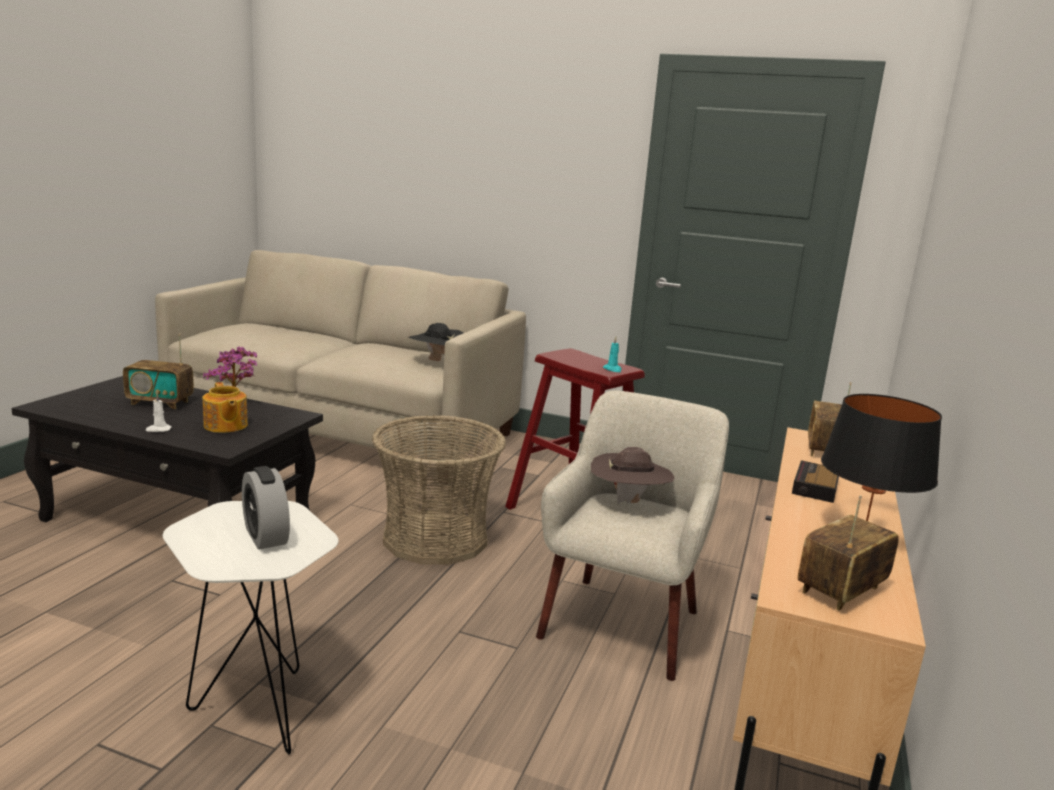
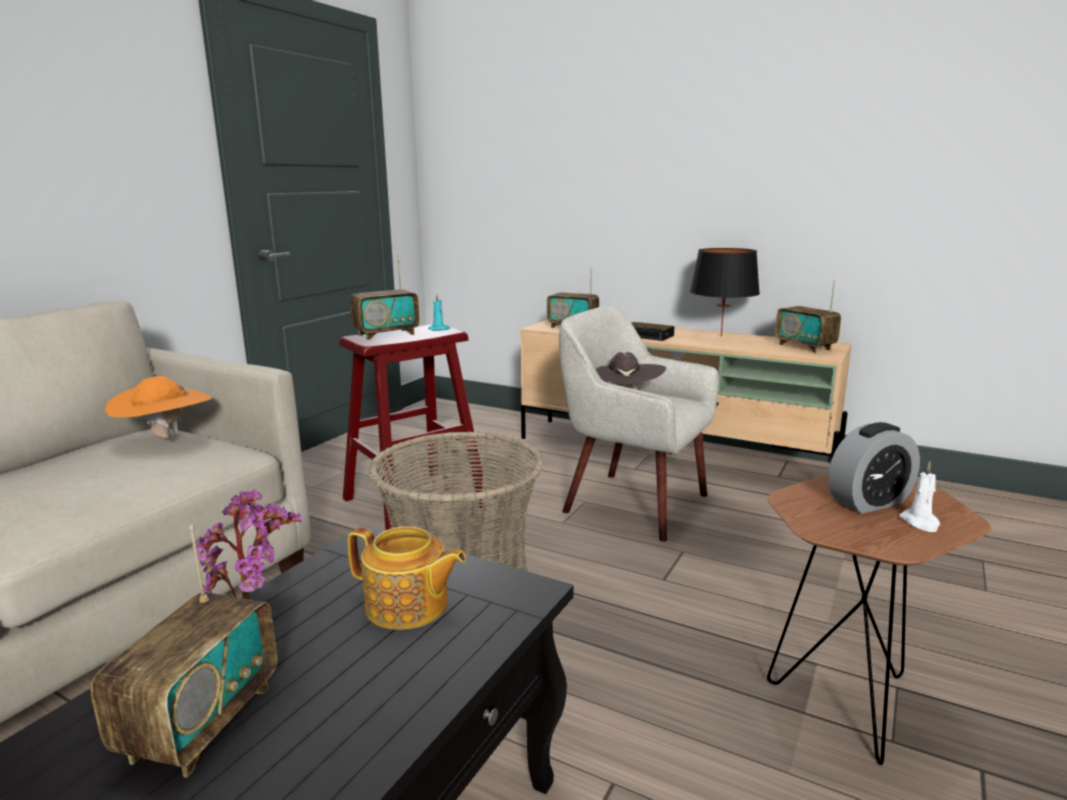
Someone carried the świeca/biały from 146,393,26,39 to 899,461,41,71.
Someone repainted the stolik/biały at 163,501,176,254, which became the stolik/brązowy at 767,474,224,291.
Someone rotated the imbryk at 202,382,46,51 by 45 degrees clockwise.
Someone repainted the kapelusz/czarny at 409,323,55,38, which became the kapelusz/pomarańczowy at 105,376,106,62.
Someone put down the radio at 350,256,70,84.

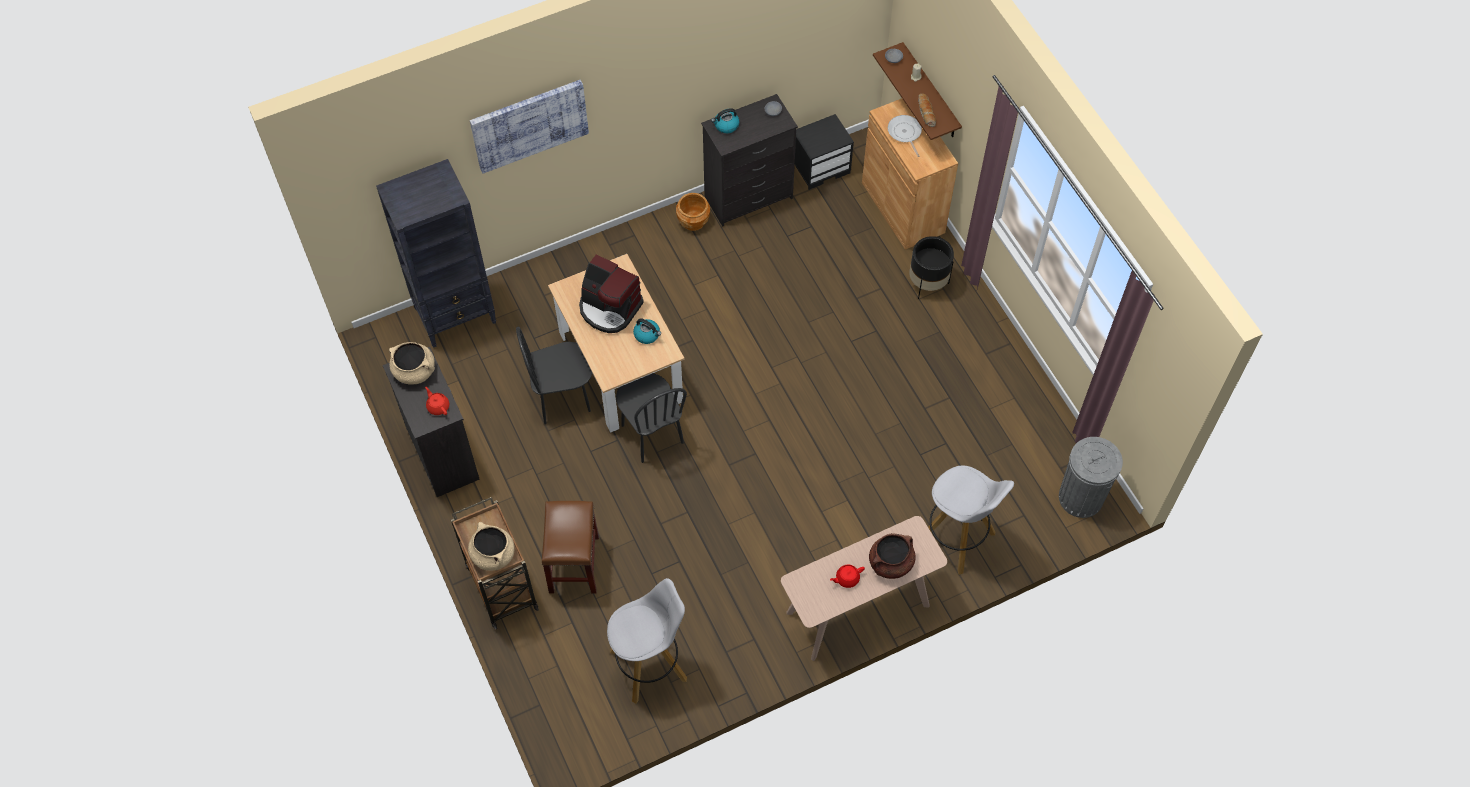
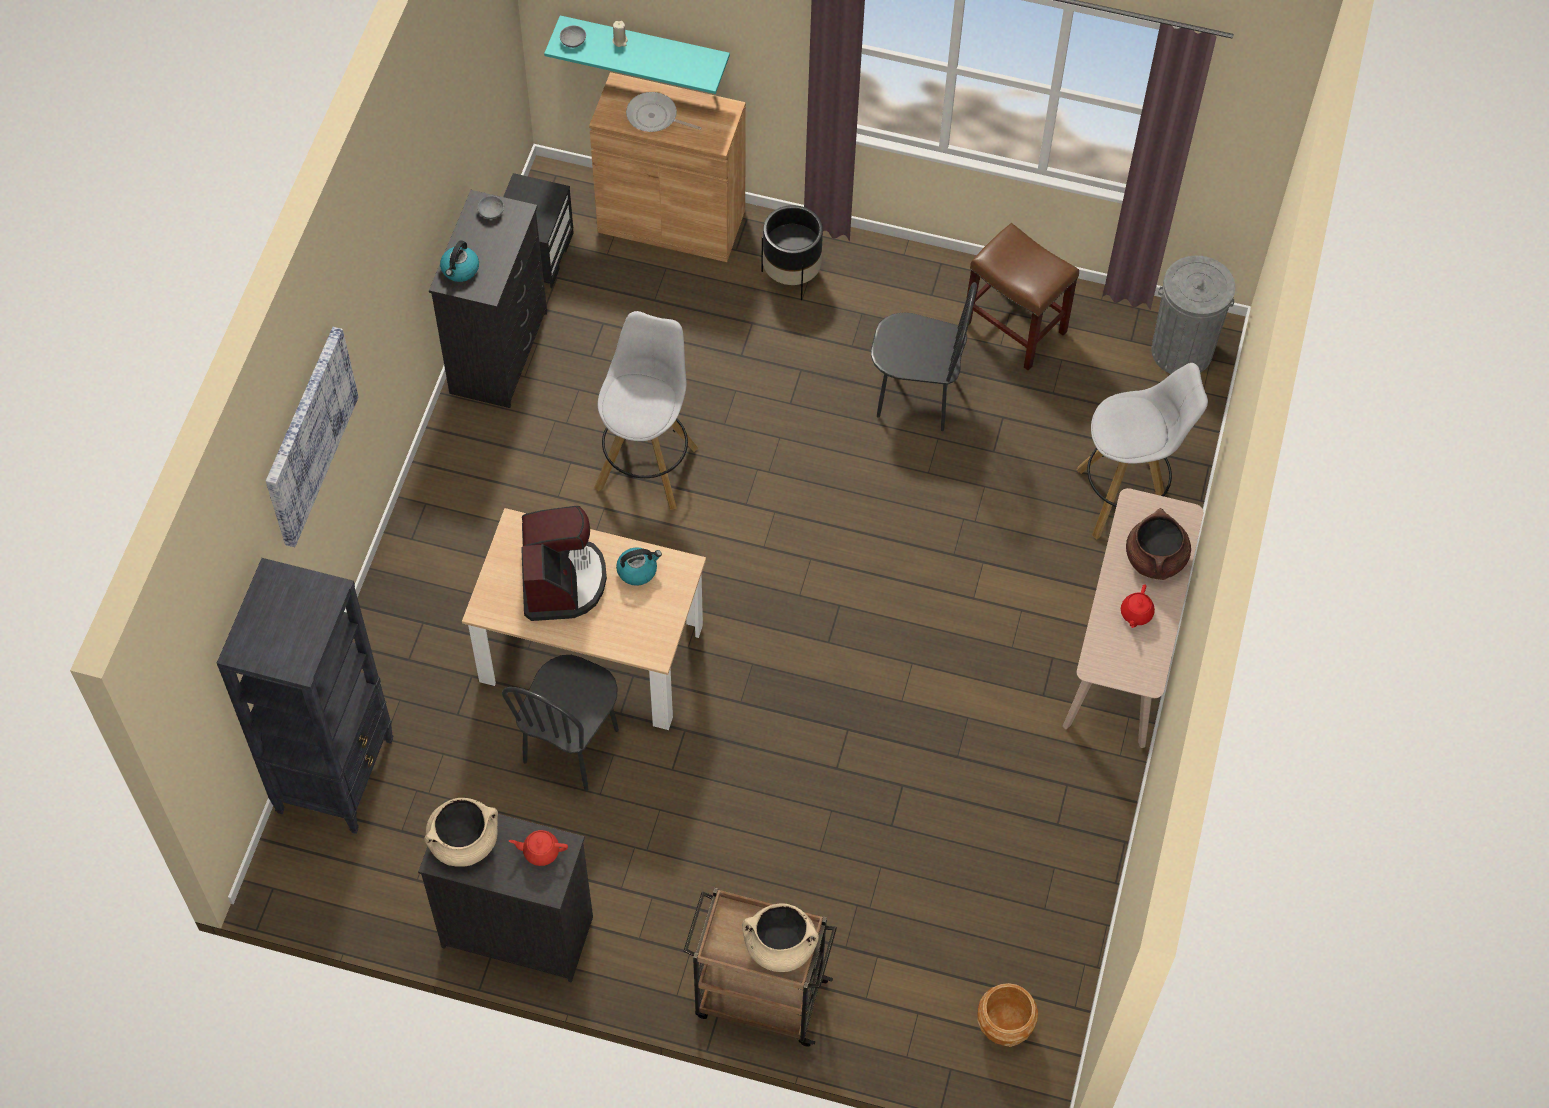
Someone carried the stołek/brązowy from 542,501,57,93 to 967,223,112,148.
Someone rotated the ekspres do kawy at 579,254,65,79 by 75 degrees counterclockwise.
Someone carried the stołek/biały from 607,578,80,126 to 595,311,104,199.
Someone carried the krzesło/czarny from 616,373,71,90 to 871,282,106,149.
Someone carried the donica/brązowy from 676,193,34,38 to 977,983,61,64.
Someone repainted the półka/brązowy at 873,42,89,98, which became the półka/turkusowy at 544,15,186,79.
Someone took away the chleb at 918,93,18,34.

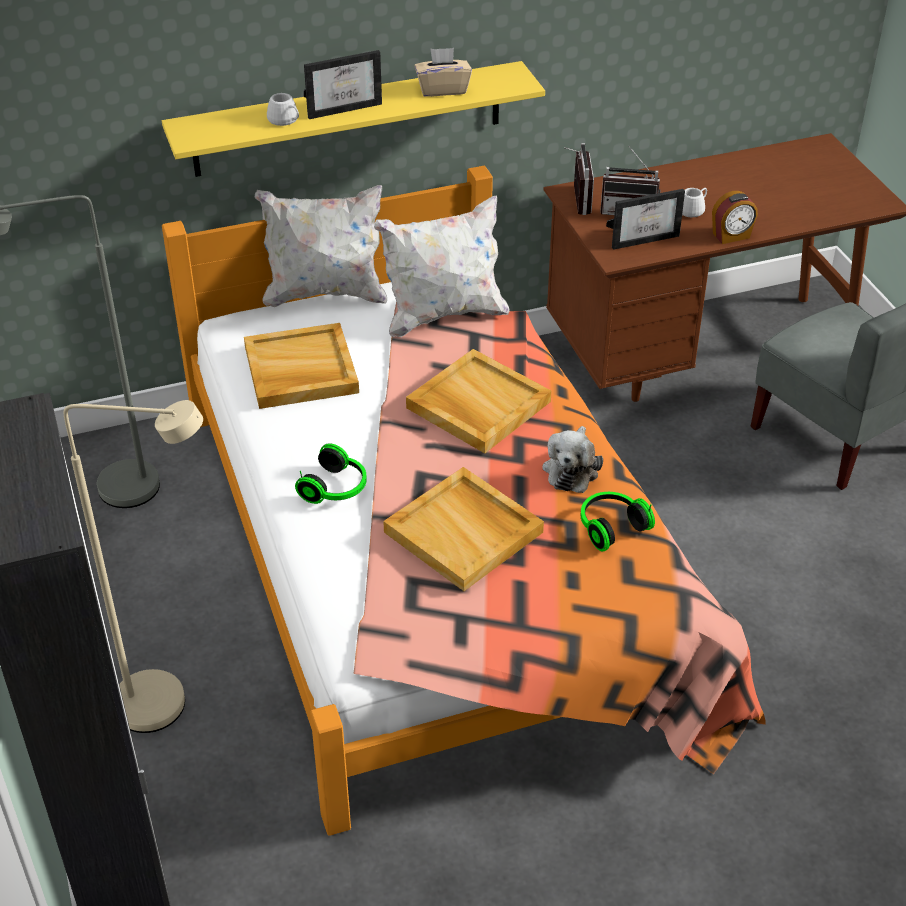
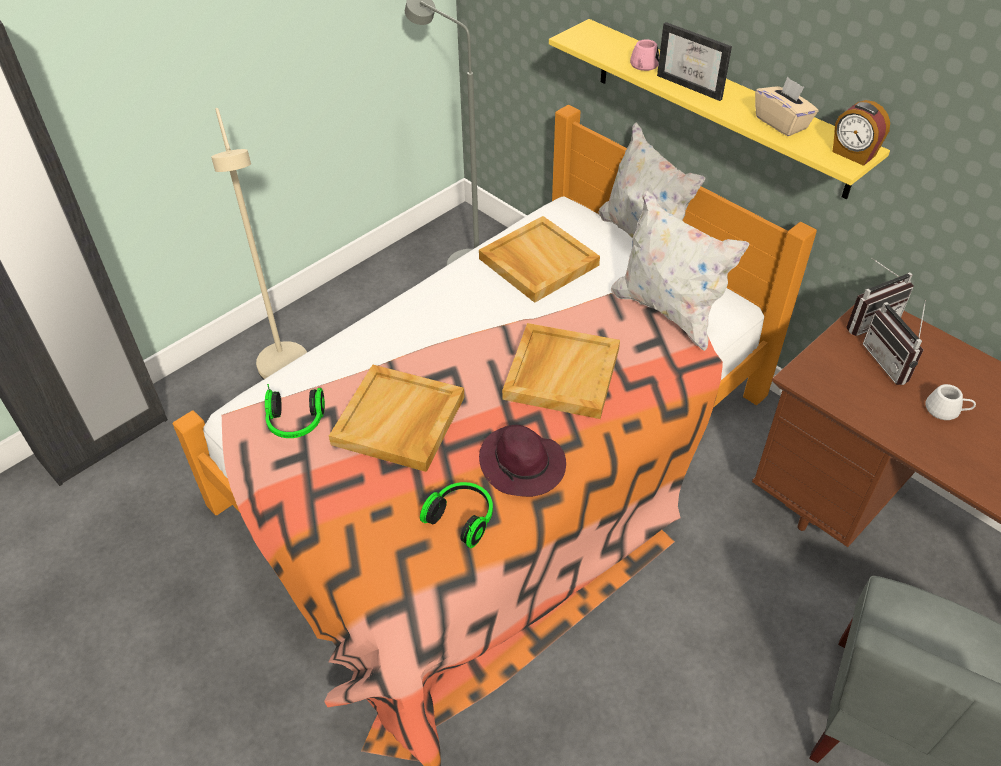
Someone repainted the kubek/biały at 267,93,32,33, which became the kubek/różowy at 630,39,29,32.
Someone carried the słuchawki from 295,443,72,61 to 265,384,60,54.
Someone swapped the pluszak at 542,426,61,67 for the kapelusz/fioletowy at 479,425,87,72.
Someone took away the ramka na zdjęcie at 606,189,79,61.
Someone carried the budzik from 712,191,46,53 to 833,100,57,66.

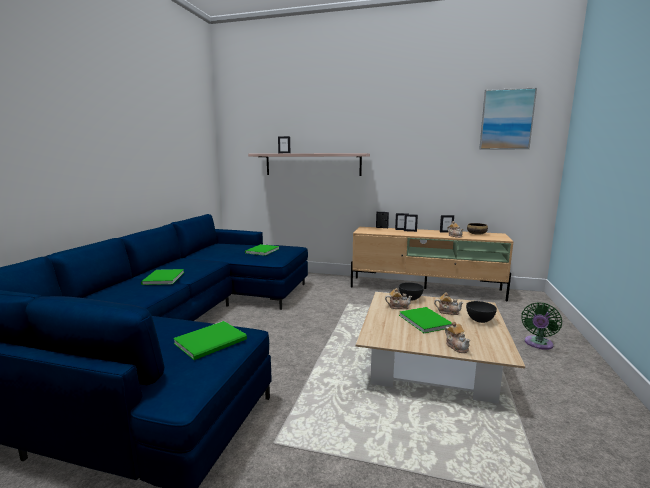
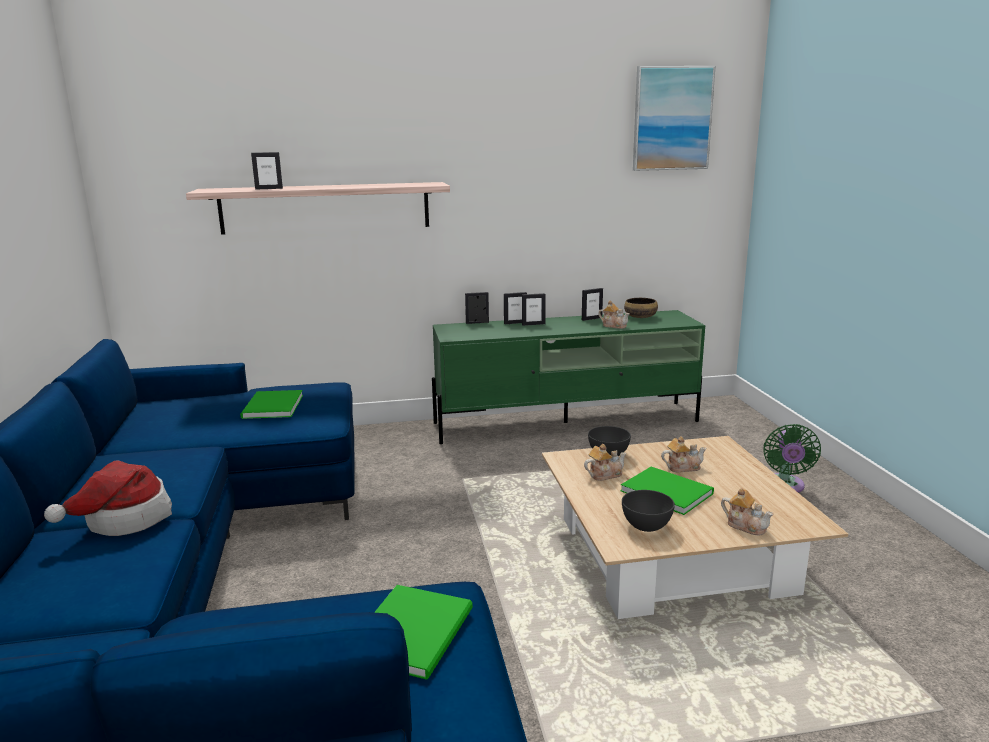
Someone swapped the książka/zielony at 141,269,43,16 for the kapelusz at 44,460,128,76.
Someone repainted the szafka pod telewizor/beżowy at 351,227,162,74, which became the szafka pod telewizor/zielony at 432,310,273,134.
Someone carried the miska/szary from 466,301,31,22 to 622,490,53,42.

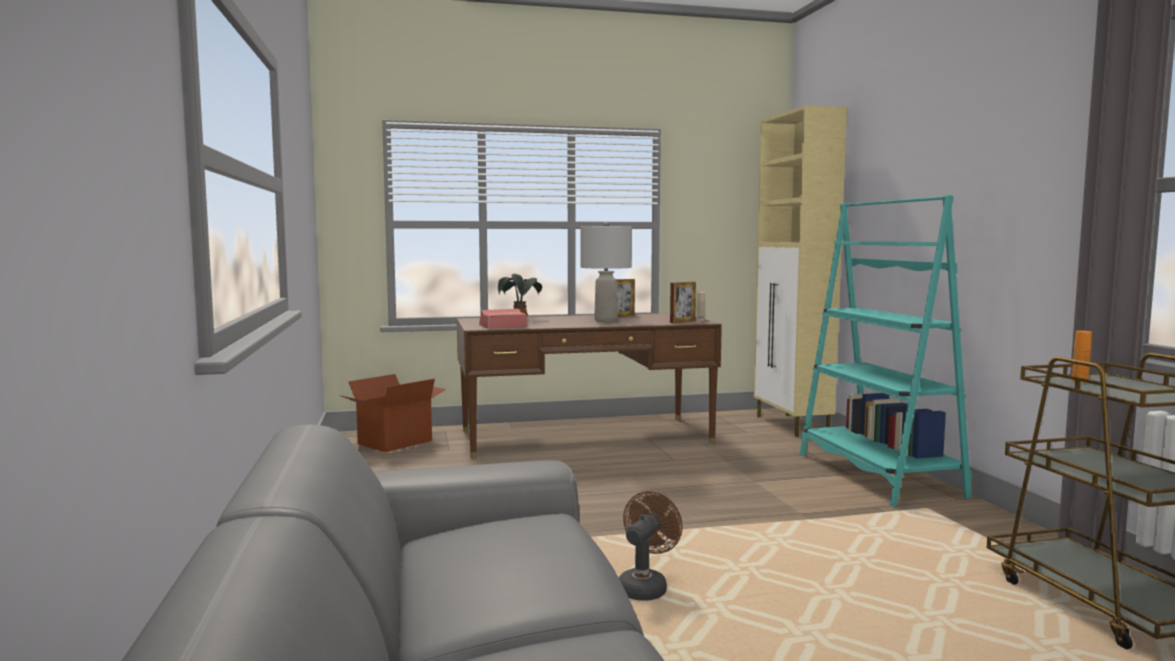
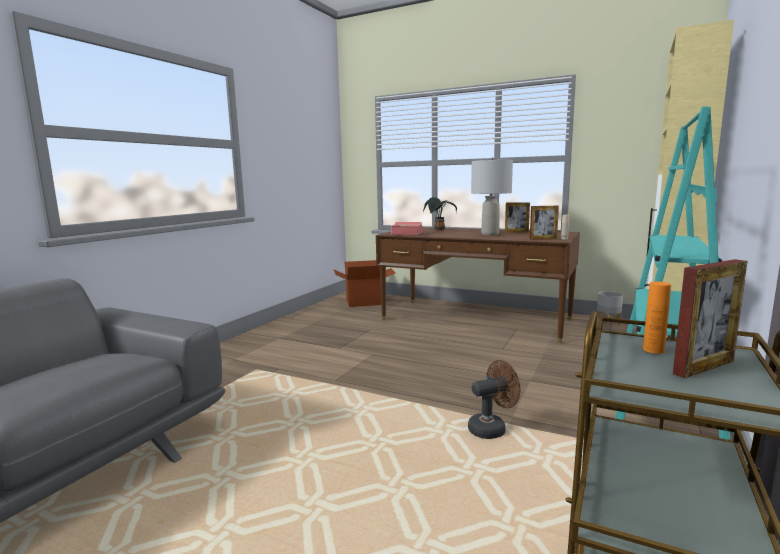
Someone carried the wentylator/brązowy from 619,491,64,109 to 468,360,52,79.
Someone put down the donica/szary at 597,291,26,36.
Someone put down the ramka na zdjęcie at 673,259,74,119.

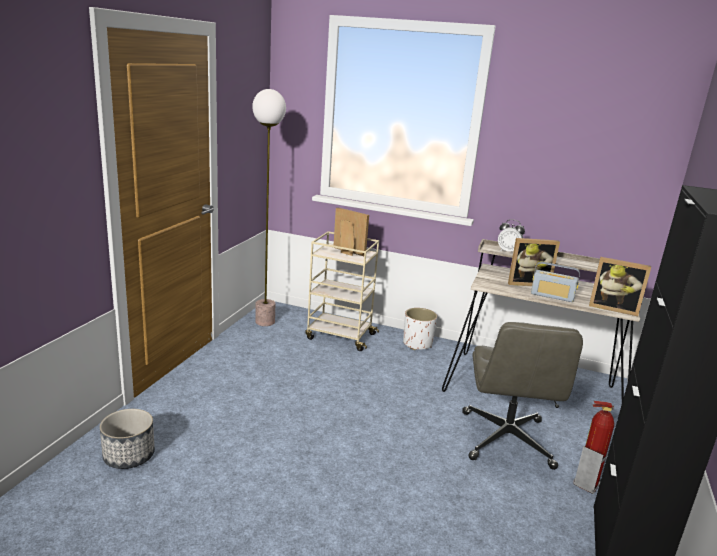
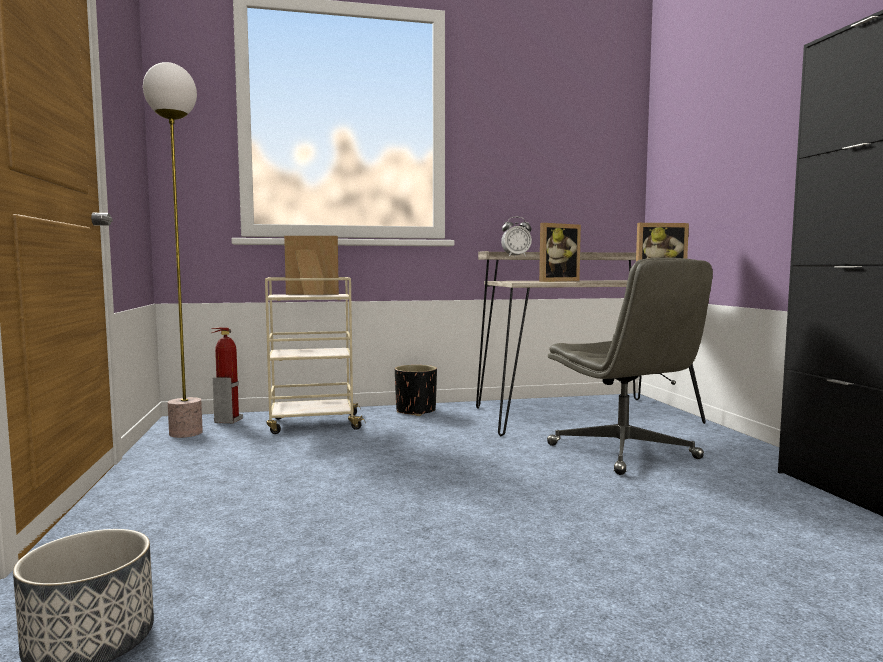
Someone repainted the donica/biały at 403,308,34,42, which became the donica/czarny at 395,365,42,51.
Someone took away the radio at 531,262,49,40.
Someone carried the gaśnica from 573,401,41,93 to 211,327,32,97.

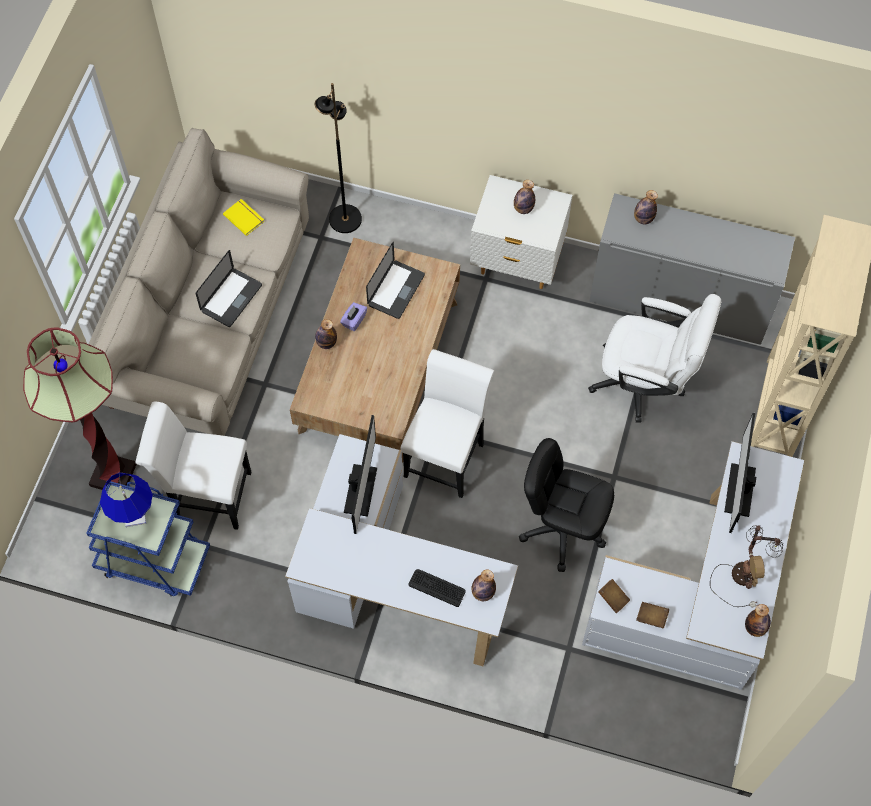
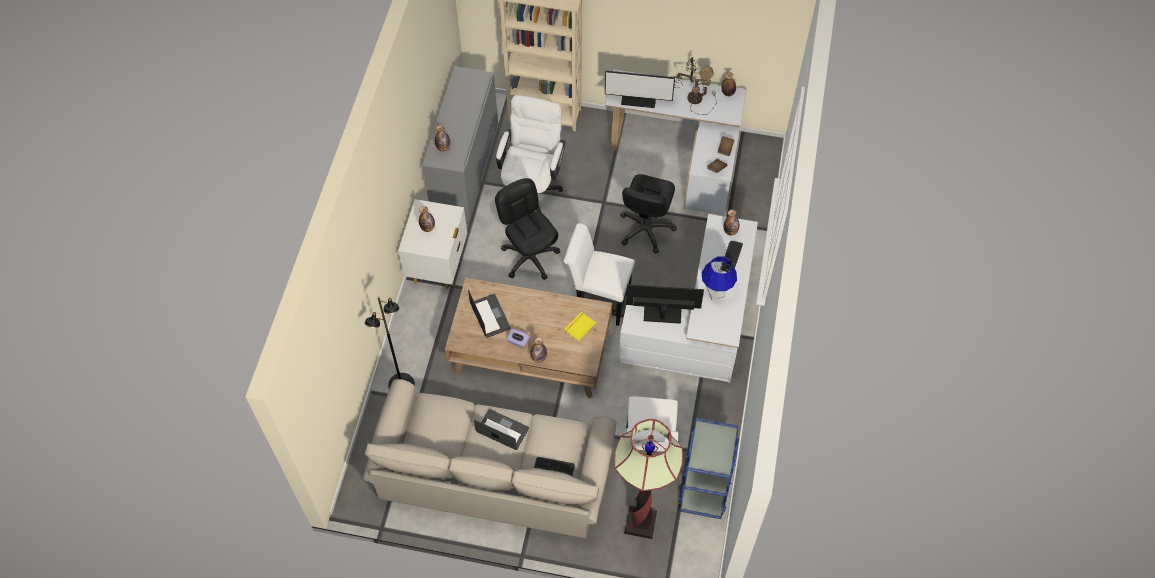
Someone carried the lampa stołowa/niebieski from 100,473,53,54 to 702,256,35,44.
Someone carried the książka/żółty from 223,199,42,37 to 564,312,32,29.
Someone rotated the laptop at 366,242,59,77 by 45 degrees clockwise.
Someone put down the krzesło biurowe/czarny at 495,178,65,102.
Someone put down the klawiatura at 534,457,41,19.

